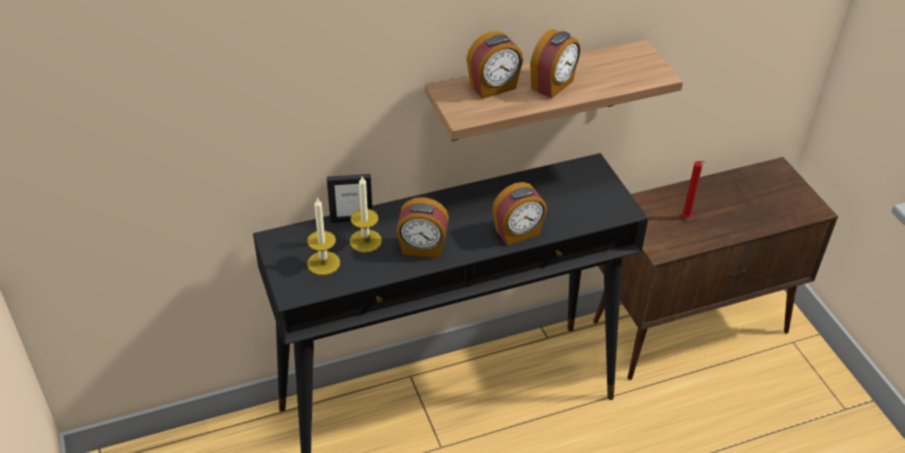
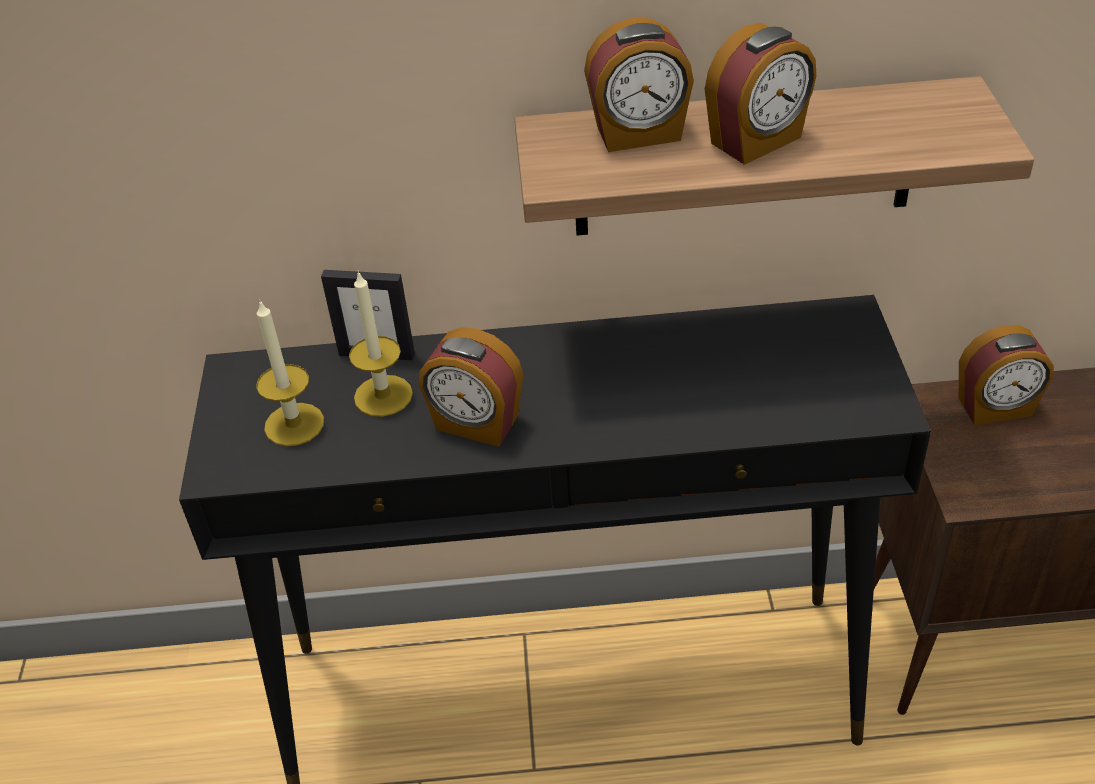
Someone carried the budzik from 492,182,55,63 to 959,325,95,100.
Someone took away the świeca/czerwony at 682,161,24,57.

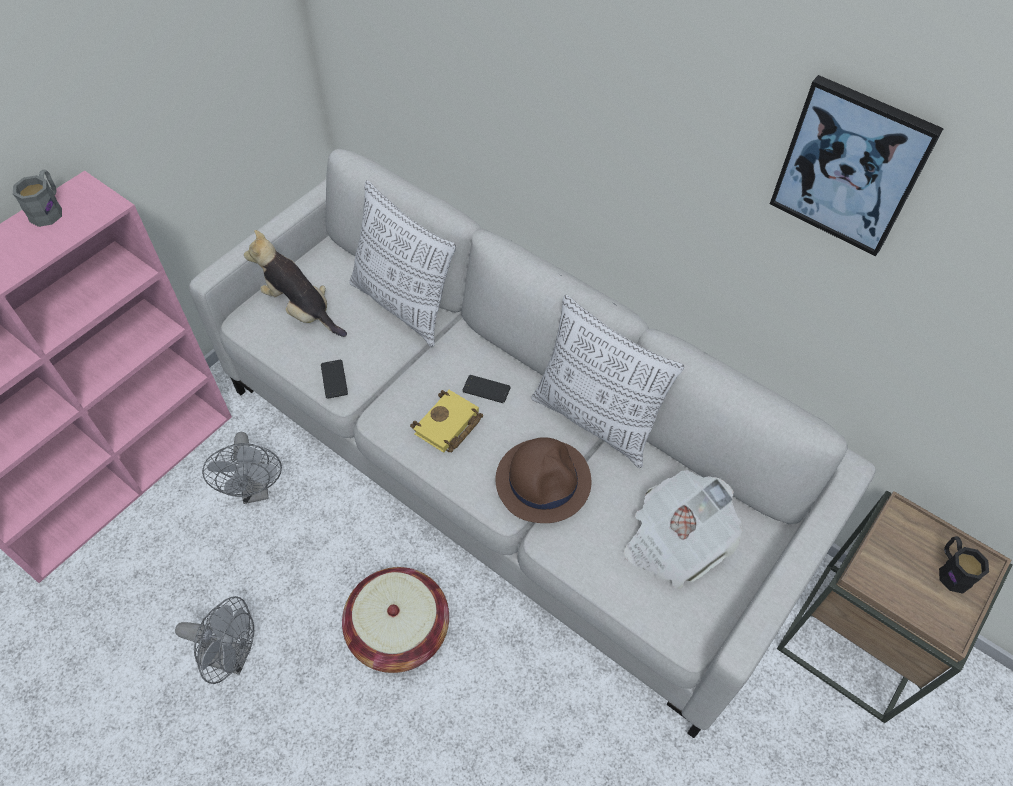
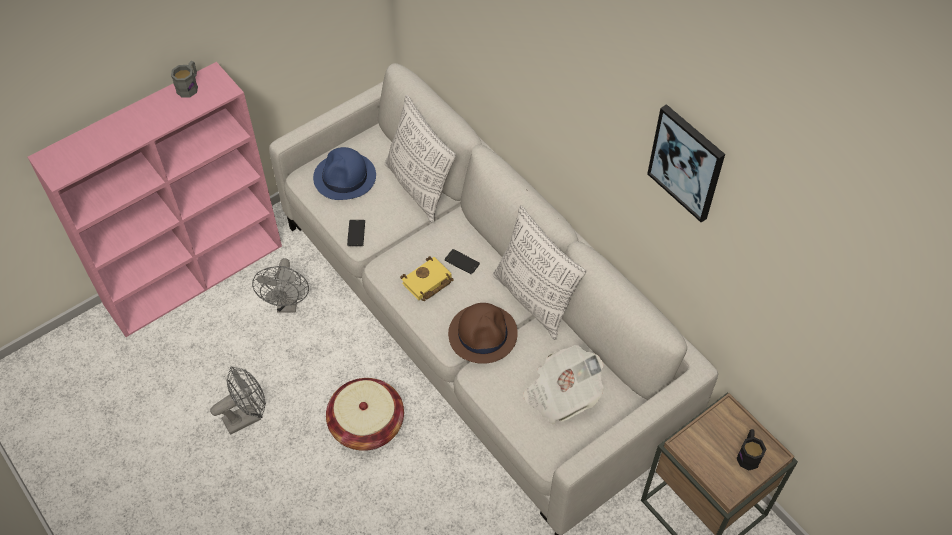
Someone rotated the wentylator/szary at 175,596,79,88 by 60 degrees counterclockwise.
Someone swapped the pluszak at 244,230,103,107 for the kapelusz/niebieski at 313,147,63,53.

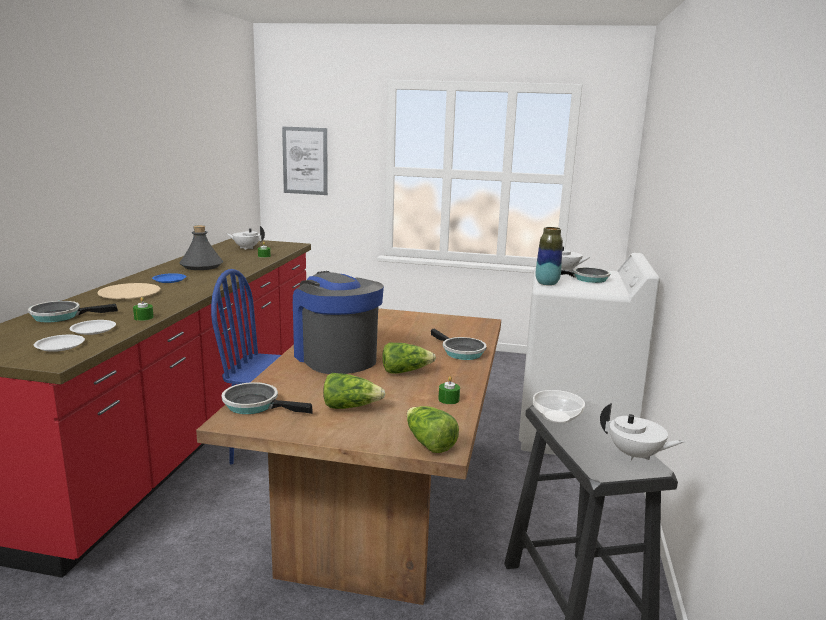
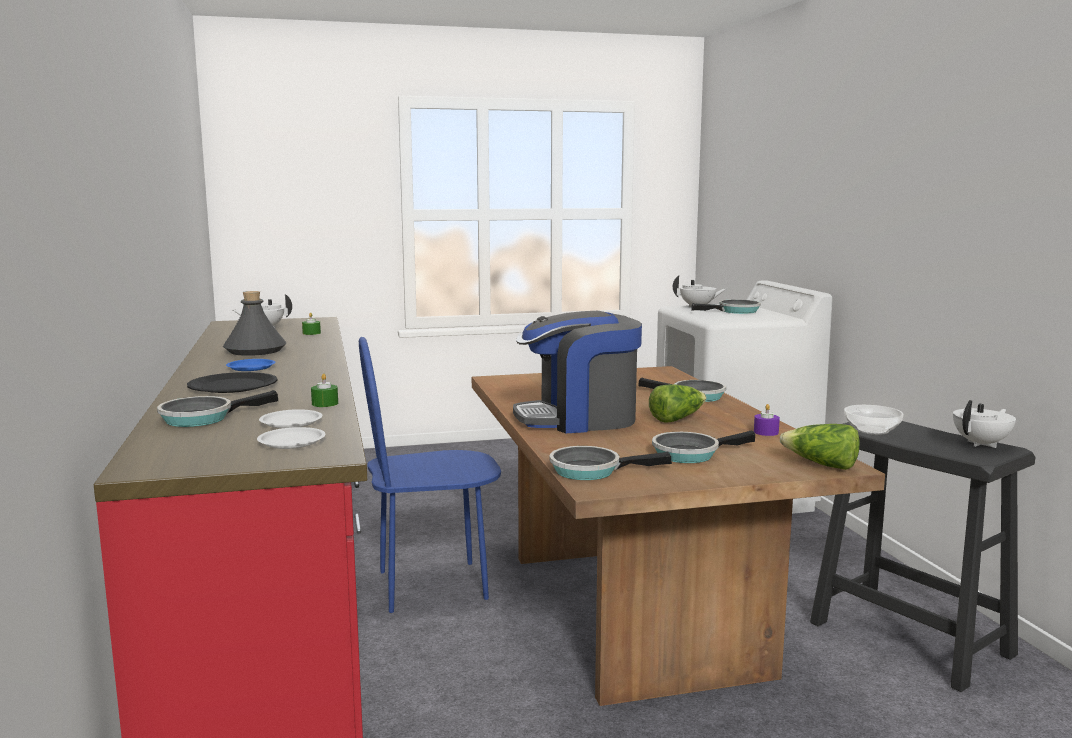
Someone repainted the talerz/beżowy at 97,283,63,16, which became the talerz/czarny at 187,372,91,21.
Someone took away the obraz at 282,127,46,68.
Someone rotated the ekspres do kawy at 293,271,91,103 by 45 degrees counterclockwise.
Someone swapped the sałata at 323,373,63,36 for the patelnia at 652,431,103,32.
Someone repainted the świeca/zielony at 438,376,22,28, which became the świeca/fioletowy at 754,404,26,32.
Someone took away the wazon at 536,227,27,59.
Someone rotated the imbryk/biały at 600,403,84,58 by 45 degrees counterclockwise.

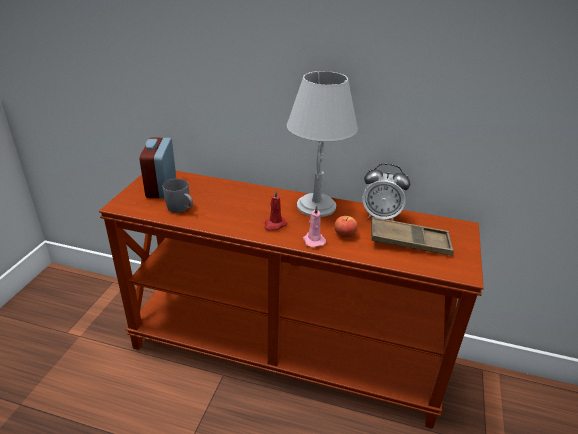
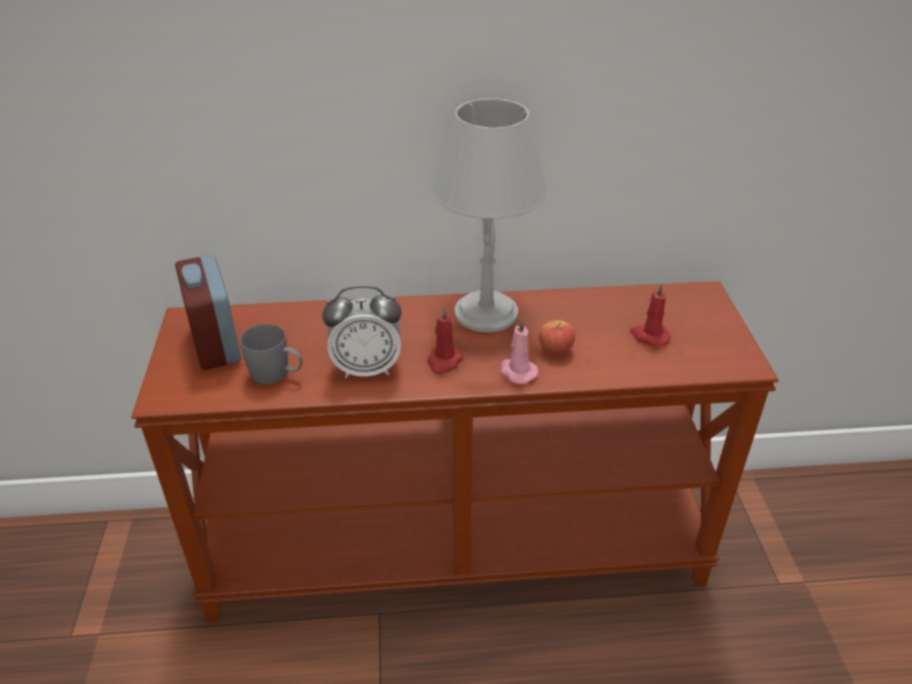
Someone carried the budzik from 363,164,47,57 to 322,285,80,93.
Someone swapped the taca/brązowy at 371,217,83,39 for the świeca/czerwony at 631,283,40,63.

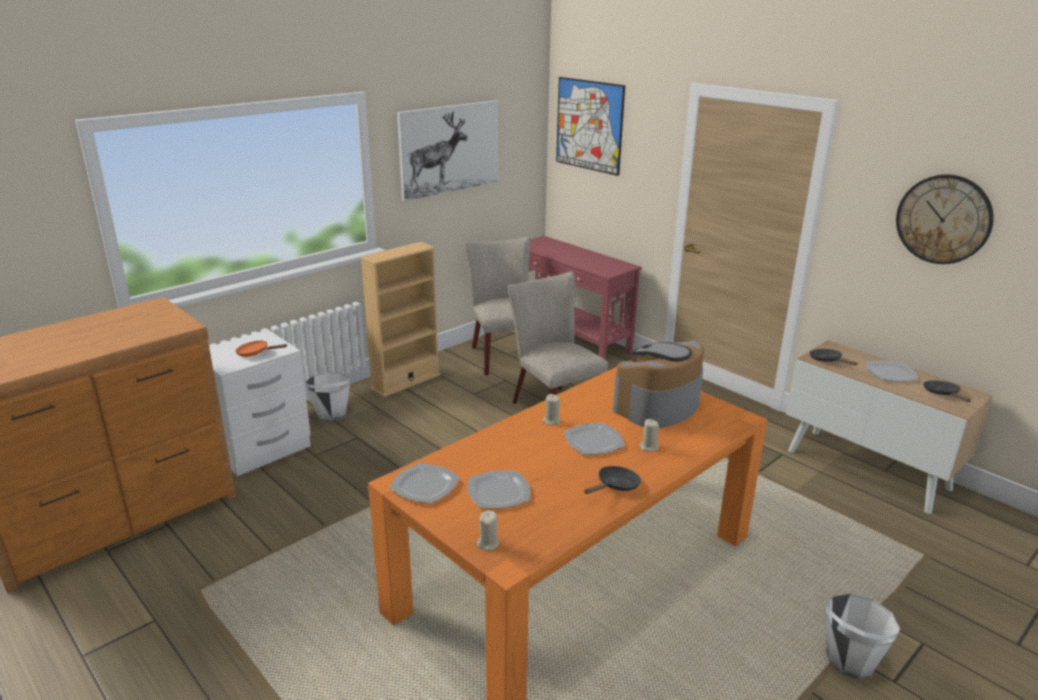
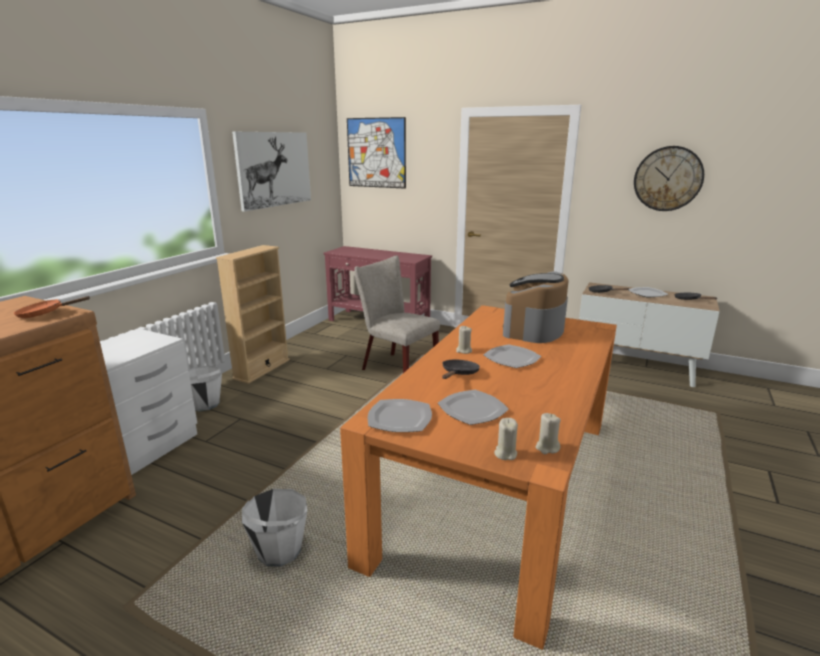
Someone carried the patelnia/pomarańczowy from 235,341,52,16 to 14,296,76,22.
Someone took away the krzesło/beżowy at 464,236,66,139.
Someone carried the patelnia/czarny from 584,466,57,28 to 442,360,38,19.
Someone carried the świeca/beżowy from 639,419,20,33 to 536,413,25,41.
Someone carried the wiadro/biały from 825,594,75,85 to 242,489,65,78.

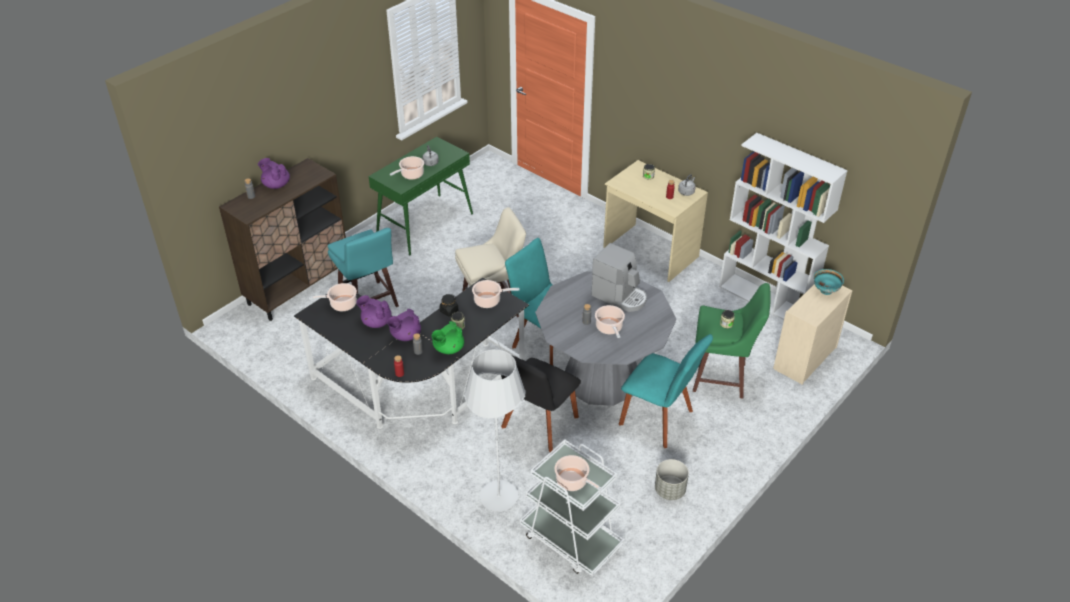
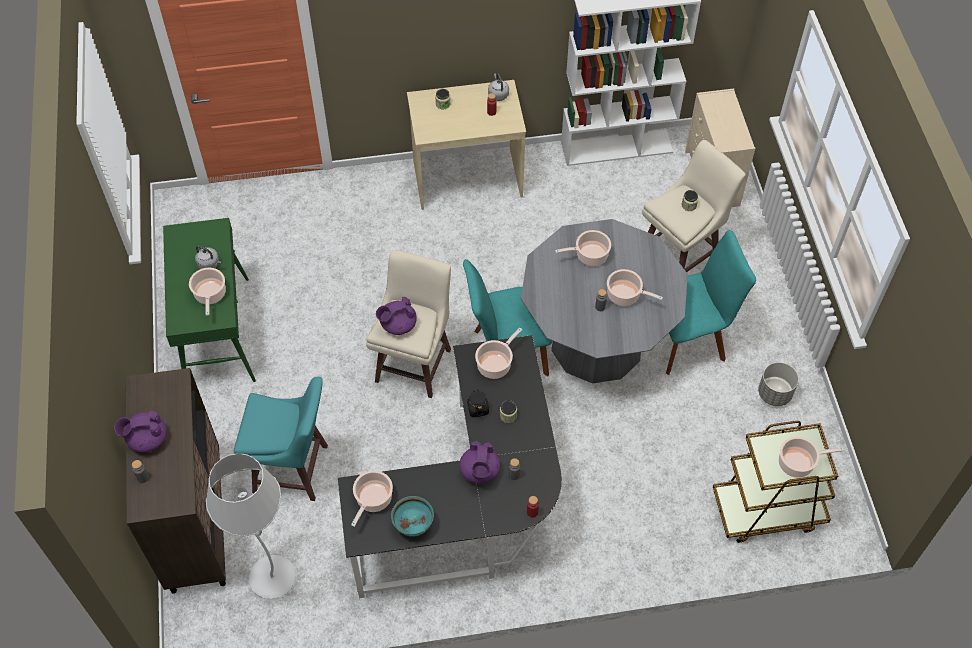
Someone carried the imbryk/fioletowy from 356,295,36,33 to 376,297,41,38.
Someone took away the imbryk/zielony at 432,321,32,33.
Someone carried the lampa stojąca/biały from 464,349,62,163 to 206,453,90,146.
Someone took away the krzesło/czarny at 501,356,80,96.
Someone repainted the wózek/biały at 520,439,104,137, which became the wózek/brązowy at 713,421,125,122.
Someone swapped the ekspres do kawy at 591,243,56,69 for the garnek at 555,230,56,36.
Someone repainted the stołek/zielony at 693,283,78,116, which became the stołek/beżowy at 642,140,104,132.
Someone carried the miska/turkusowy from 814,269,30,26 to 391,496,43,41.

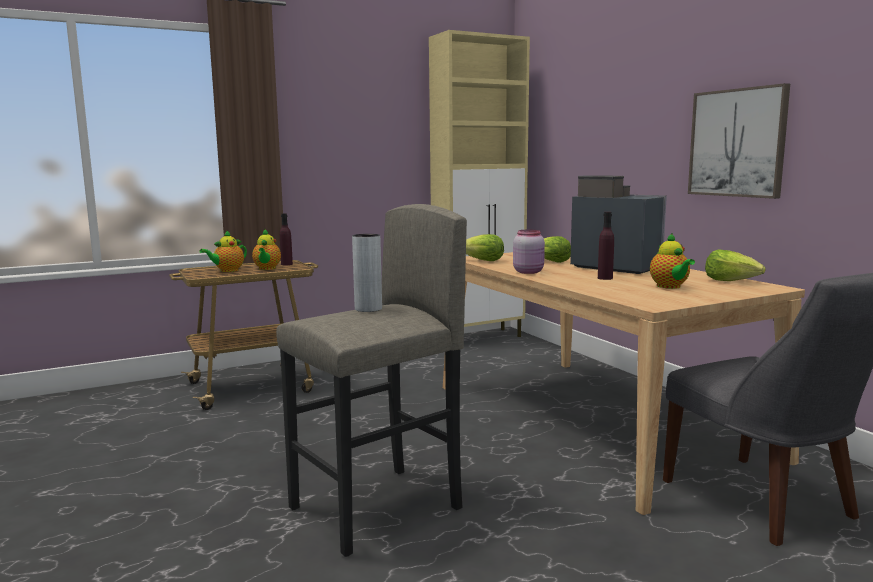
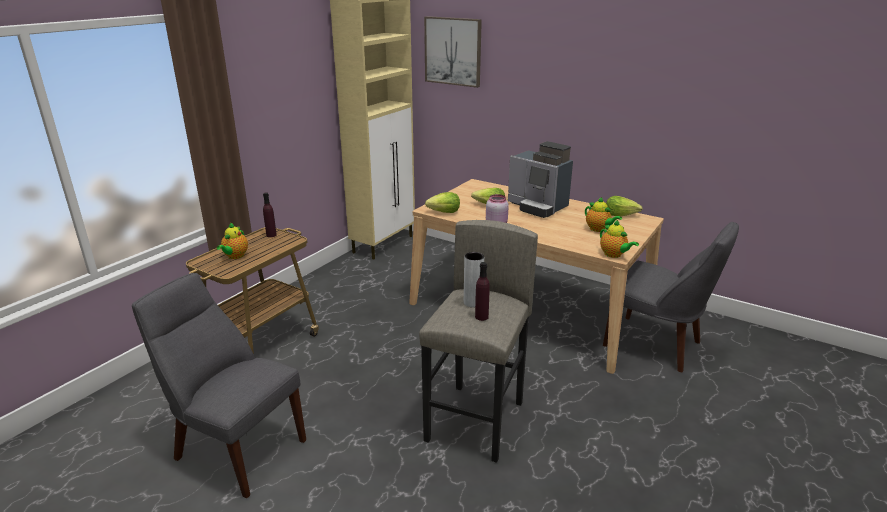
Someone carried the imbryk from 252,229,29,41 to 600,220,39,38.
Someone rotated the ekspres do kawy at 570,175,97,99 by 150 degrees counterclockwise.
Someone carried the butelka/fioletowy from 598,212,16,68 to 475,262,15,59.
Someone carried the obraz from 688,83,102,116 to 424,16,58,72.
Someone put down the krzesło/szary at 132,273,174,225.

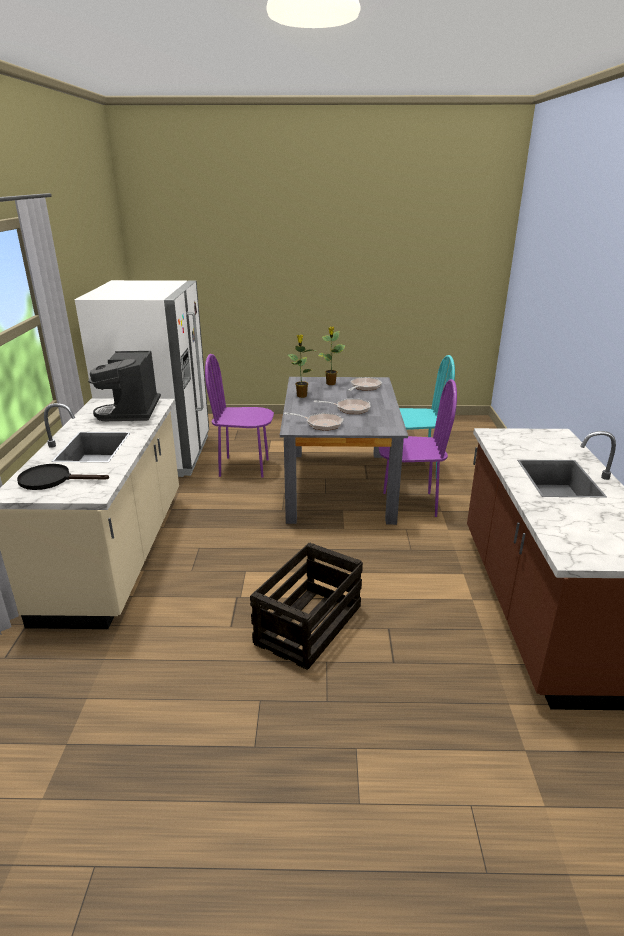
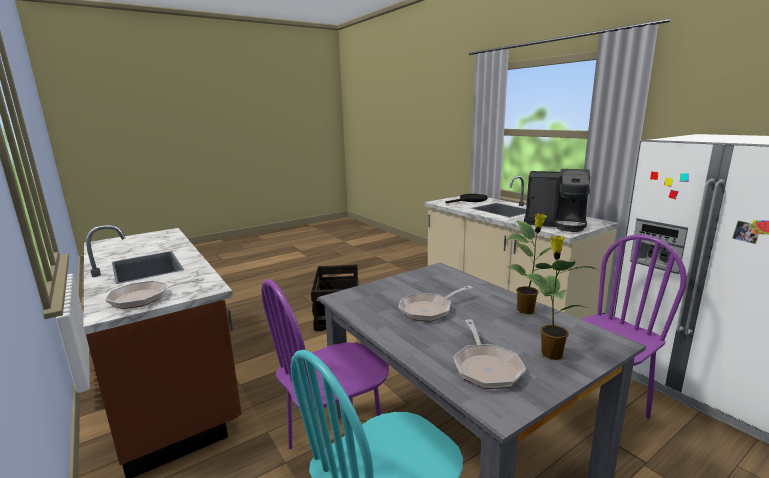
Someone rotated the ekspres do kawy at 88,351,73,70 by 150 degrees clockwise.
Someone carried the patelnia from 284,412,60,19 to 105,277,99,32.

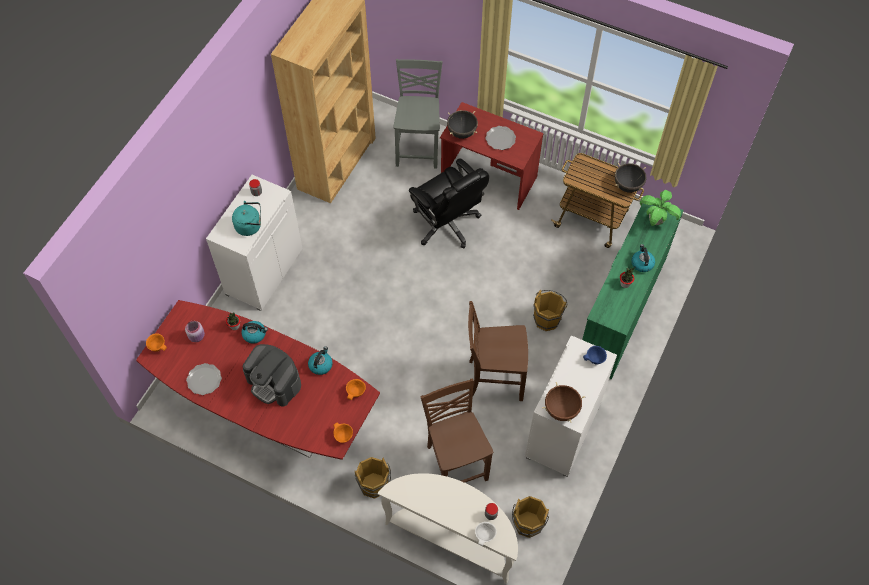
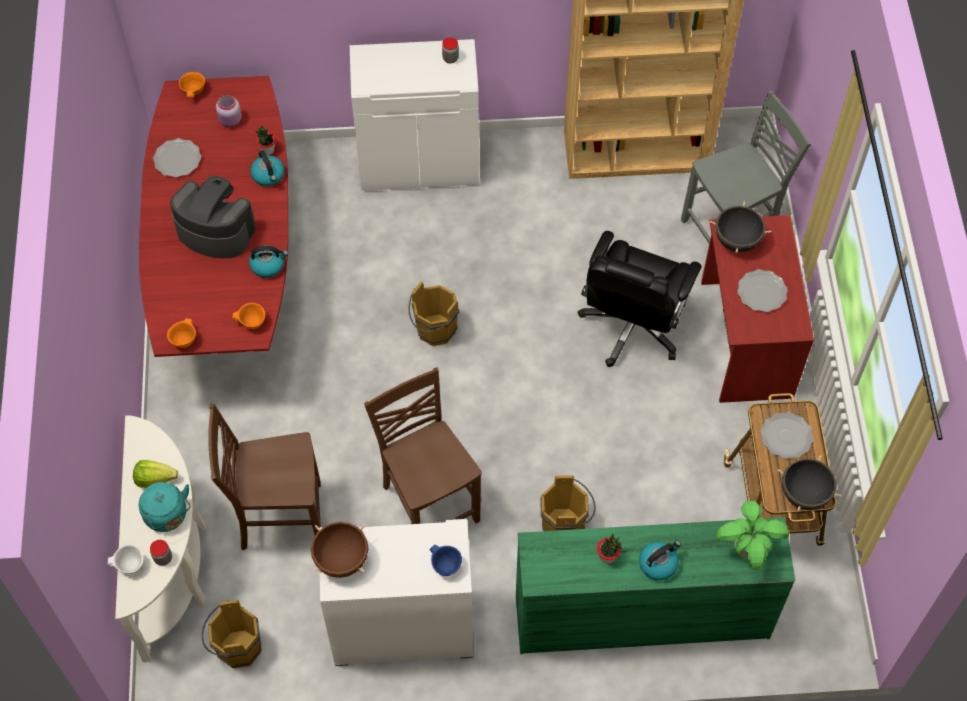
Someone carried the czajnik/turkusowy from 232,201,29,35 to 139,482,51,50.
Someone rotated the ekspres do kawy at 243,344,58,62 by 105 degrees clockwise.
Someone carried the wiadro/brązowy from 355,457,36,41 to 409,281,50,65.
Someone rotated the krzesło/brązowy at 421,378,72,105 by 135 degrees counterclockwise.
Someone put down the sałata at 133,460,45,28.
Someone put down the talerz at 761,412,53,47.

